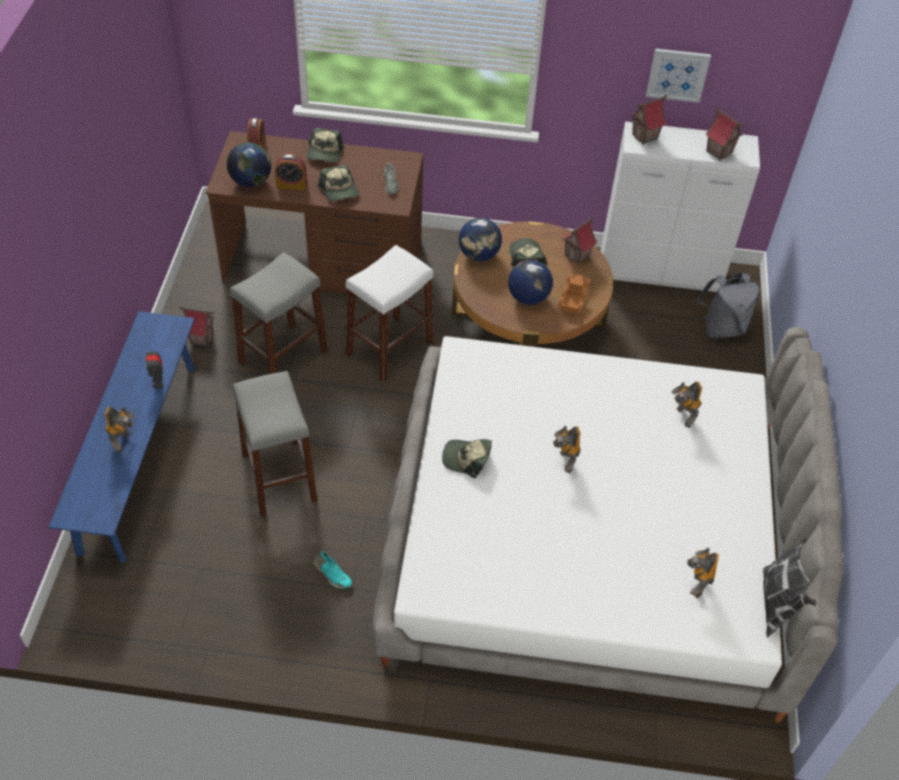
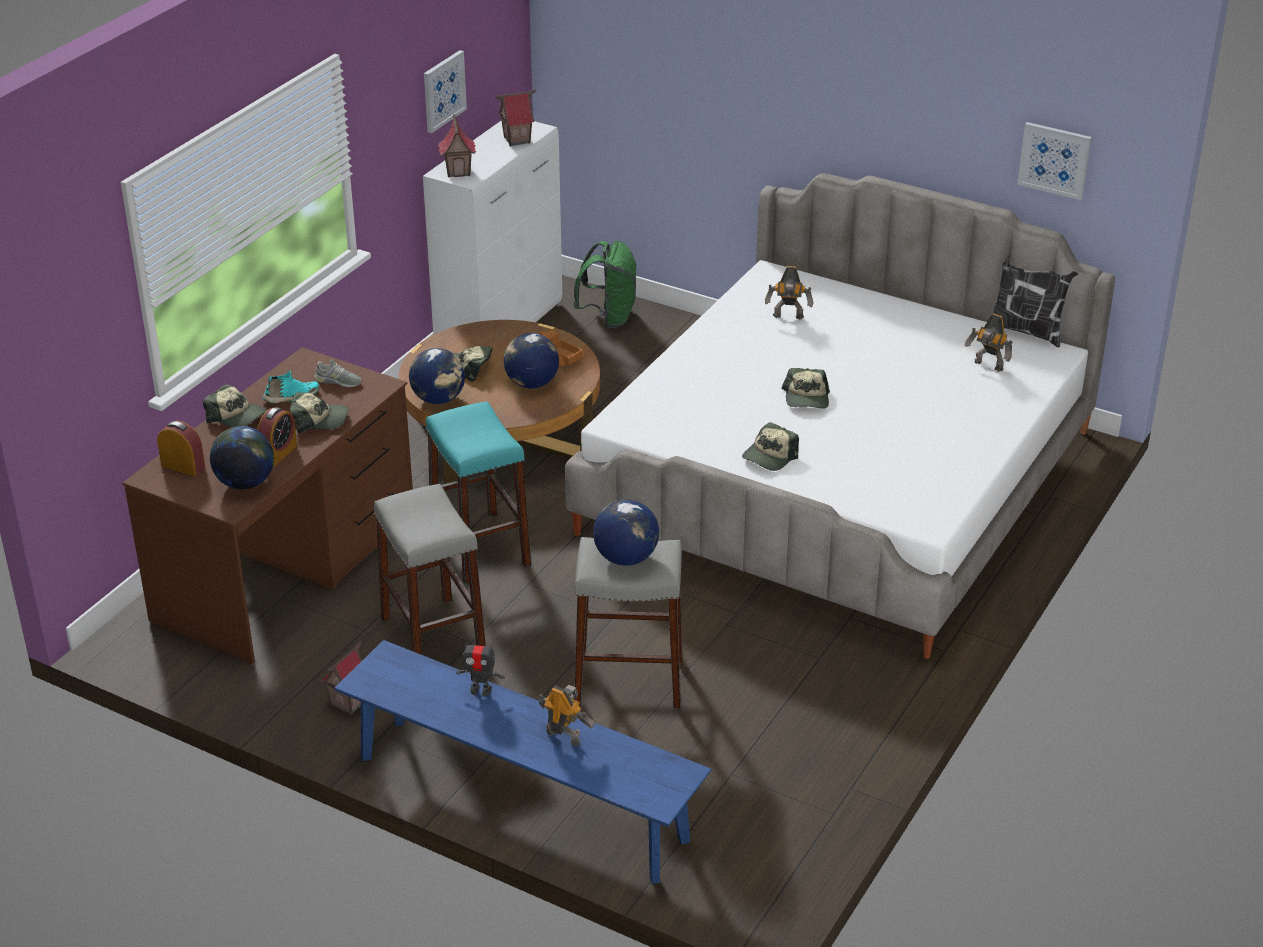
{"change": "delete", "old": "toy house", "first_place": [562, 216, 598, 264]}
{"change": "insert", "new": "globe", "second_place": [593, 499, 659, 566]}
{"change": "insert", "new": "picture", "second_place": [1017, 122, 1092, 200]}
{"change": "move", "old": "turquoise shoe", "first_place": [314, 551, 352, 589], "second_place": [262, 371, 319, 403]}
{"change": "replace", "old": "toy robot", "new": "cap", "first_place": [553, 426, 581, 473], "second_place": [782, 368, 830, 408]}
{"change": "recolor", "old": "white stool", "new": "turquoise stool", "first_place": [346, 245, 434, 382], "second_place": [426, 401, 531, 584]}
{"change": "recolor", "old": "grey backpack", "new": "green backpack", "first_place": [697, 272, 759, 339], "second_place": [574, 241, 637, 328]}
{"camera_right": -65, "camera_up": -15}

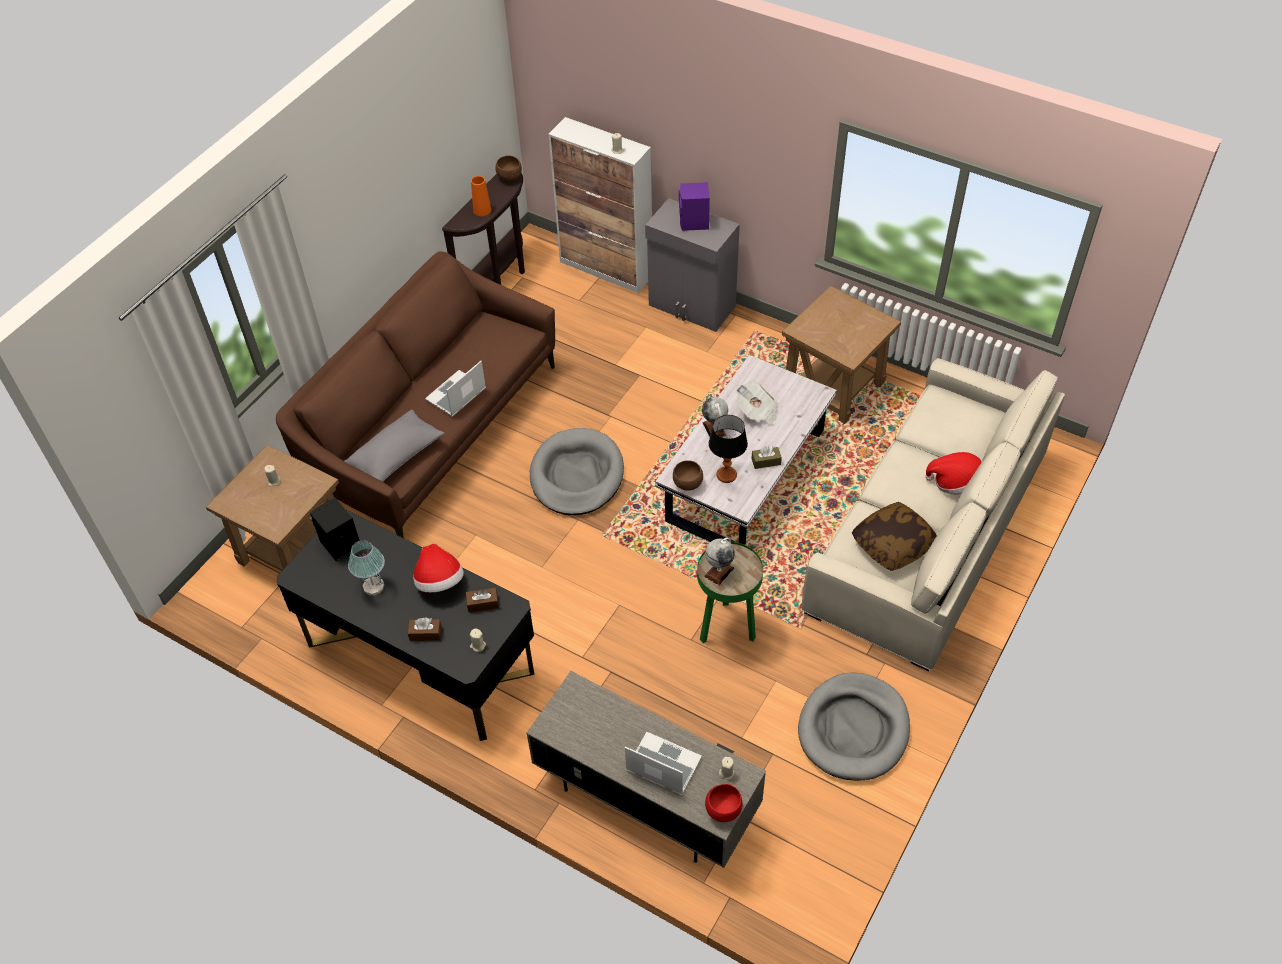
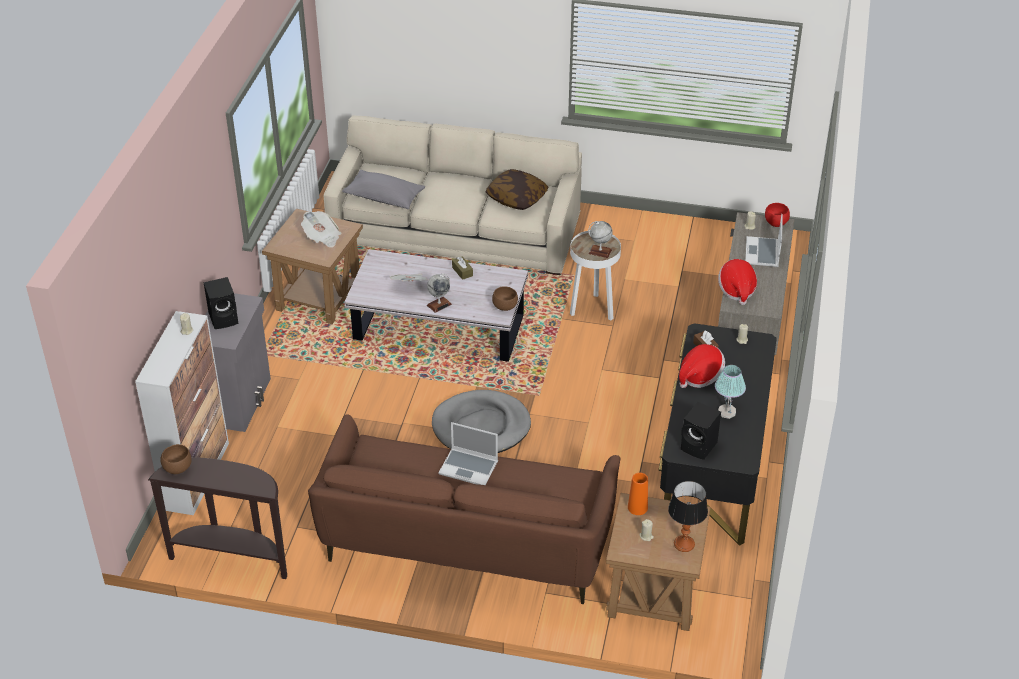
{"change": "delete", "old": "brown tissue box", "first_place": [408, 617, 442, 641]}
{"change": "delete", "old": "grey dog bed", "first_place": [798, 672, 910, 781]}
{"change": "insert", "new": "newspaper", "second_place": [301, 211, 341, 248]}
{"change": "move", "old": "grey pillow", "first_place": [344, 410, 445, 482], "second_place": [342, 170, 425, 209]}
{"change": "move", "old": "orange vase", "first_place": [471, 176, 491, 216], "second_place": [628, 473, 648, 515]}
{"change": "move", "old": "table lamp", "first_place": [709, 415, 748, 483], "second_place": [668, 481, 708, 552]}
{"change": "move", "old": "hat", "first_place": [925, 452, 982, 494], "second_place": [718, 259, 757, 305]}
{"change": "recolor", "old": "purple speaker", "new": "black speaker", "first_place": [679, 182, 710, 231], "second_place": [204, 277, 239, 329]}
{"change": "recolor", "old": "green side table", "new": "white side table", "first_place": [697, 542, 763, 643], "second_place": [570, 231, 621, 321]}
{"camera_right": -110, "camera_up": -10}

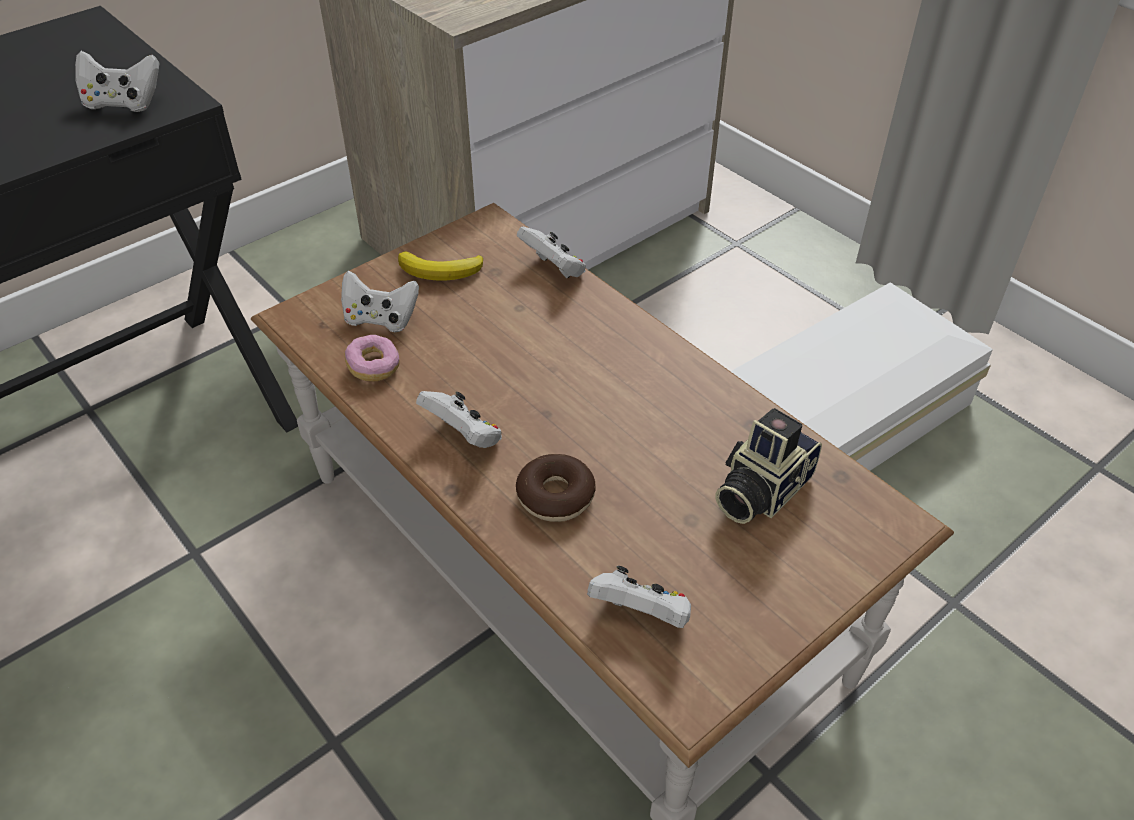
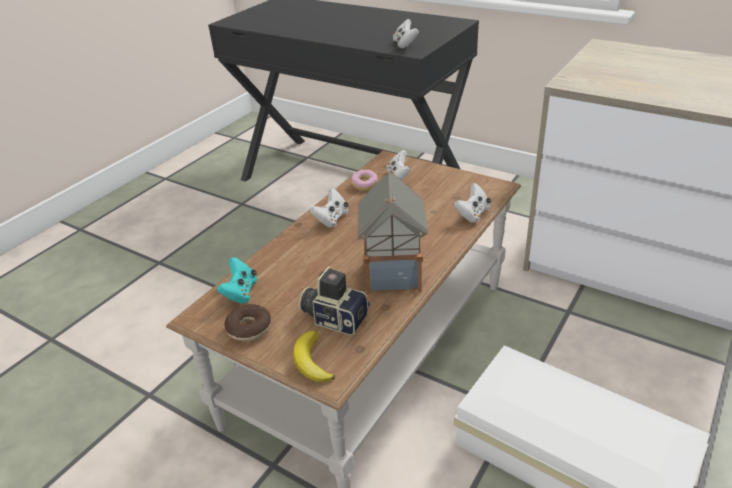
{"change": "insert", "new": "toy house", "second_place": [357, 170, 427, 294]}
{"change": "move", "old": "banana", "first_place": [398, 251, 483, 281], "second_place": [293, 331, 335, 382]}
{"change": "move", "old": "donut", "first_place": [516, 454, 596, 522], "second_place": [224, 304, 272, 341]}
{"change": "recolor", "old": "white game controller", "new": "turquoise game controller", "first_place": [587, 566, 691, 628], "second_place": [217, 257, 257, 304]}
{"camera_right": 75, "camera_up": -10}

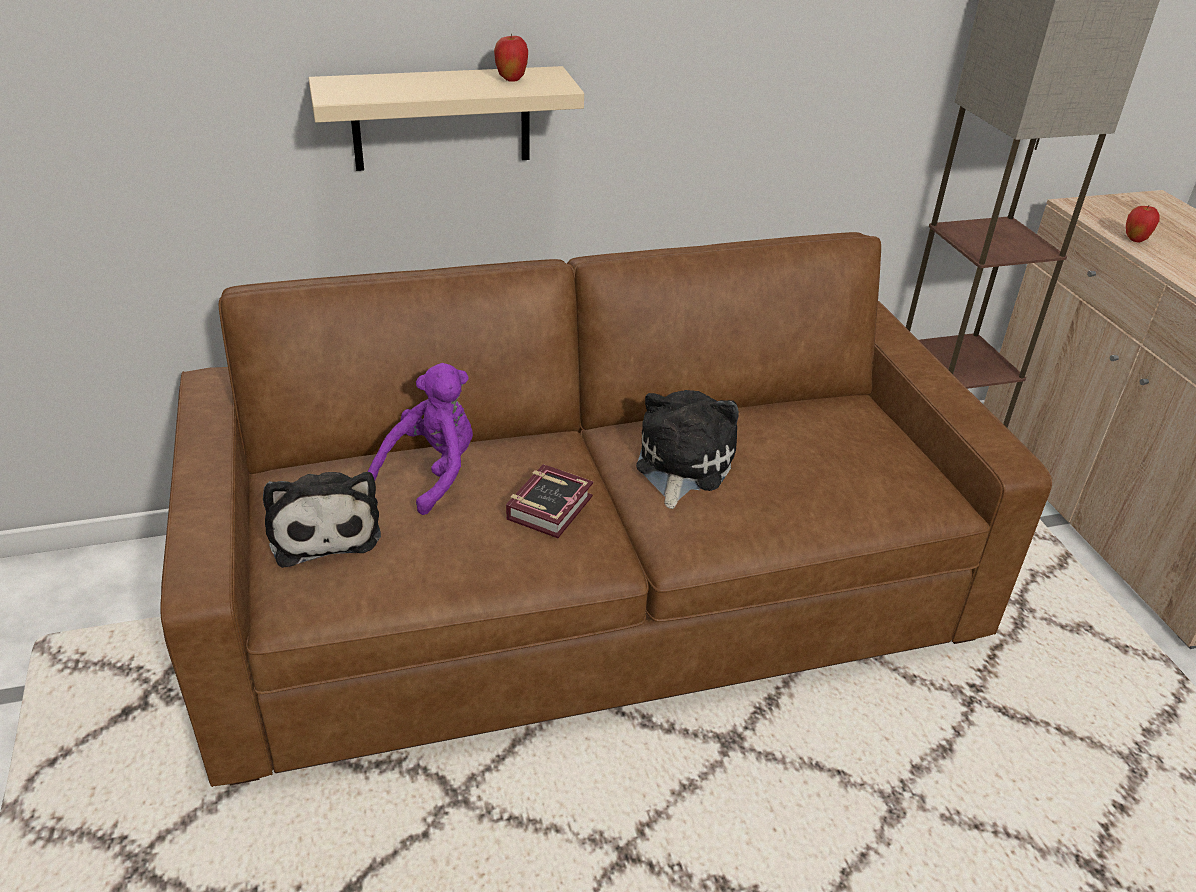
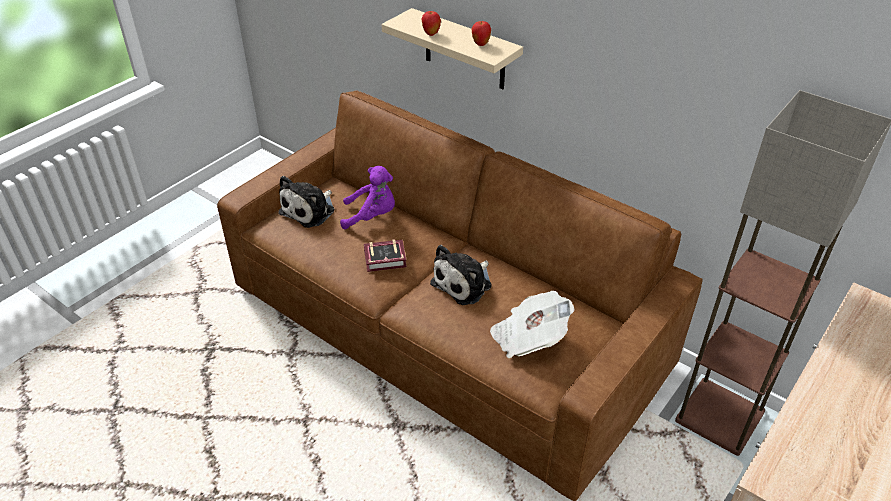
{"change": "insert", "new": "newspaper", "second_place": [490, 291, 575, 358]}
{"change": "move", "old": "apple", "first_place": [1126, 206, 1160, 242], "second_place": [421, 11, 441, 36]}
{"change": "rotate", "old": "plush toy", "first_place": [636, 390, 739, 509], "second_place": [430, 245, 492, 305], "degrees": 150}
{"camera_right": 55, "camera_up": 5}

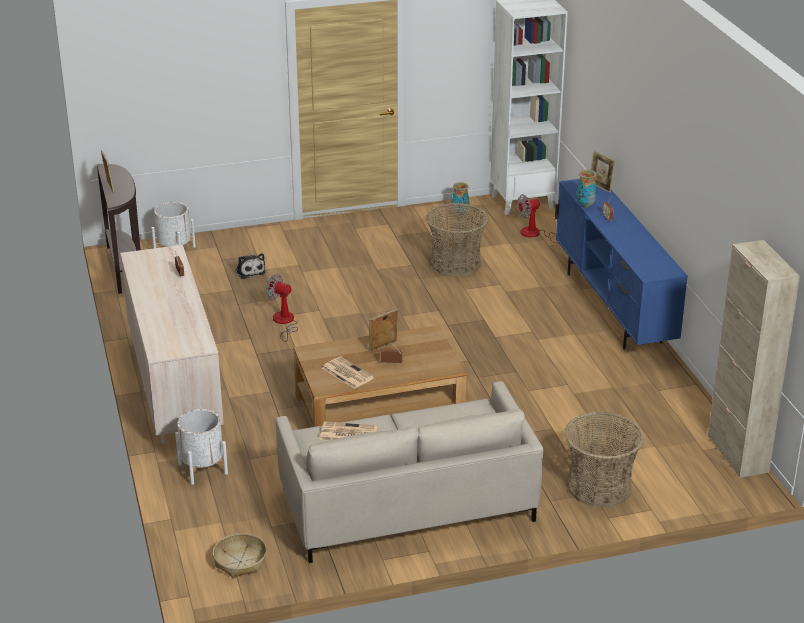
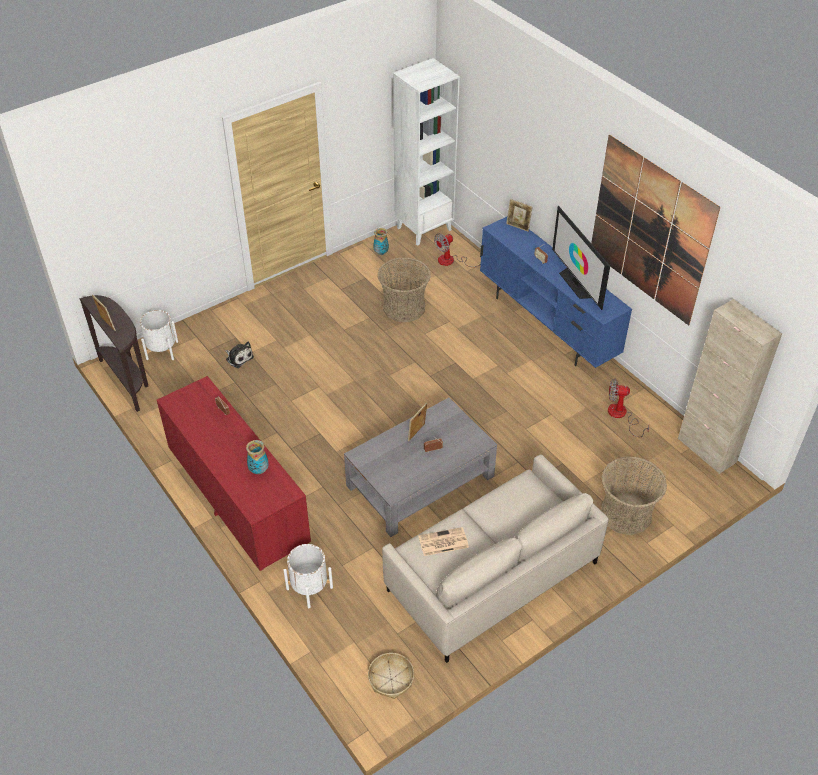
{"change": "delete", "old": "newspaper", "first_place": [322, 357, 374, 389]}
{"change": "insert", "new": "television", "second_place": [552, 206, 610, 310]}
{"change": "insert", "new": "picture", "second_place": [591, 135, 721, 325]}
{"change": "move", "old": "fan", "first_place": [266, 274, 298, 342], "second_place": [608, 379, 649, 437]}
{"change": "move", "old": "vase", "first_place": [576, 170, 597, 208], "second_place": [246, 440, 269, 474]}
{"change": "recolor", "old": "beige dresser", "new": "red dresser", "first_place": [120, 245, 224, 444], "second_place": [157, 376, 311, 571]}
{"change": "recolor", "old": "brown coffee table", "new": "grey coffee table", "first_place": [294, 325, 466, 427], "second_place": [344, 398, 497, 537]}
{"camera_right": -20, "camera_up": 15}

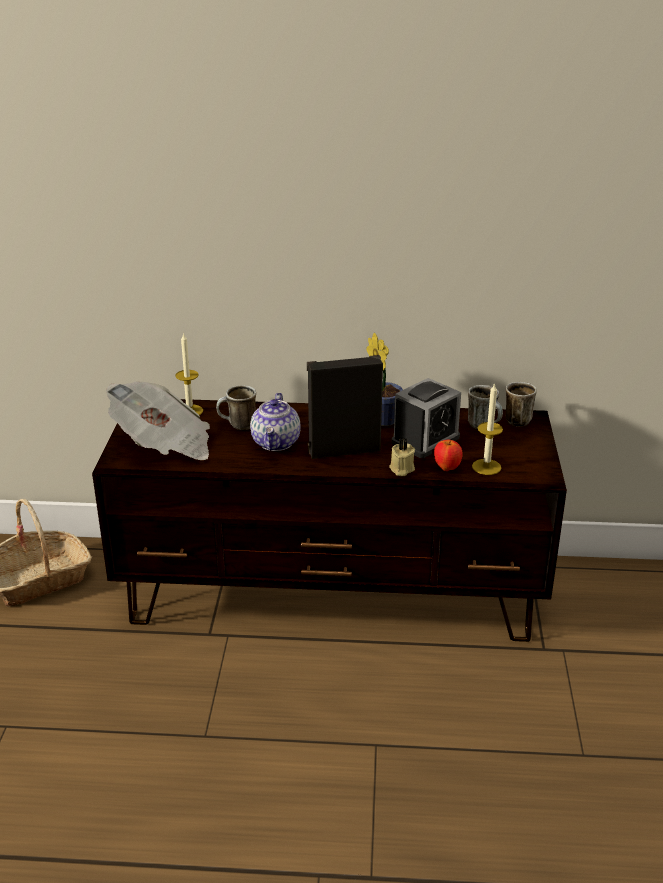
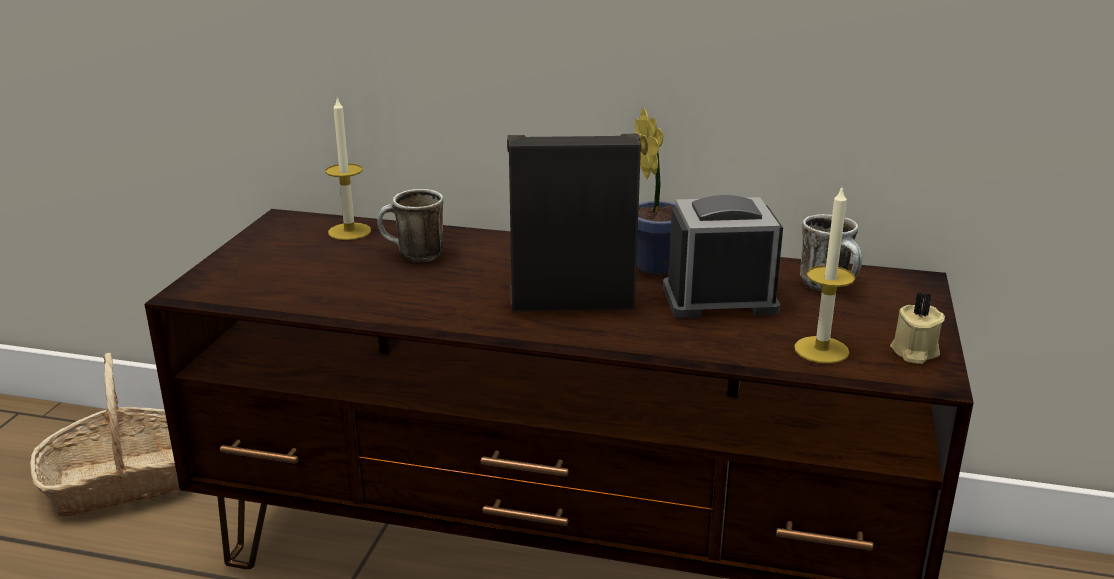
{"change": "delete", "old": "newspaper", "first_place": [106, 382, 210, 460]}
{"change": "delete", "old": "teapot", "first_place": [250, 393, 301, 451]}
{"change": "delete", "old": "apple", "first_place": [434, 439, 463, 471]}
{"change": "delete", "old": "mug", "first_place": [505, 382, 537, 427]}
{"change": "move", "old": "beige candle", "first_place": [389, 438, 415, 476], "second_place": [890, 292, 945, 364]}
{"change": "rotate", "old": "alarm clock", "first_place": [392, 378, 461, 458], "second_place": [663, 195, 783, 318], "degrees": -150}
{"camera_right": 10, "camera_up": -5}

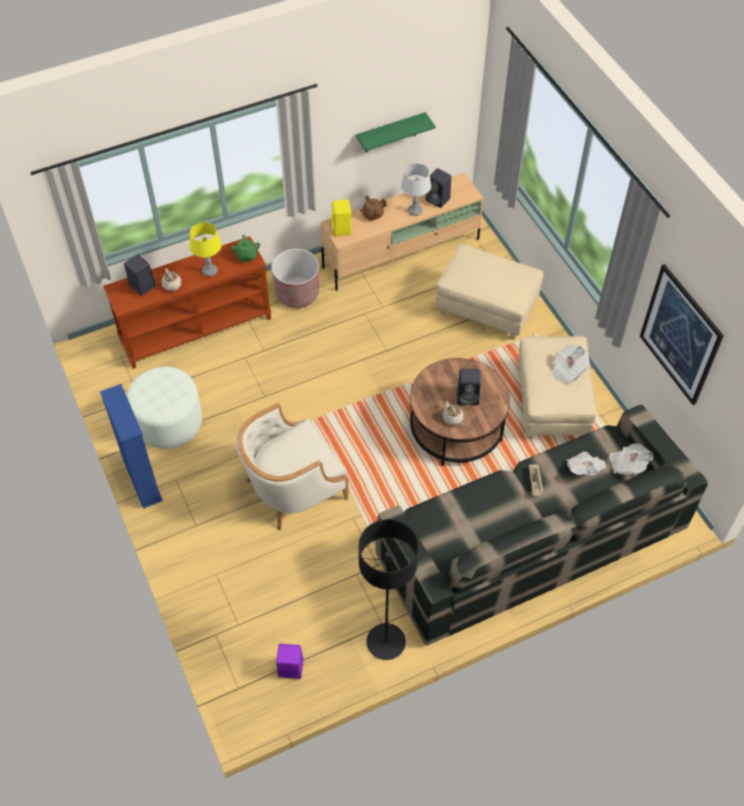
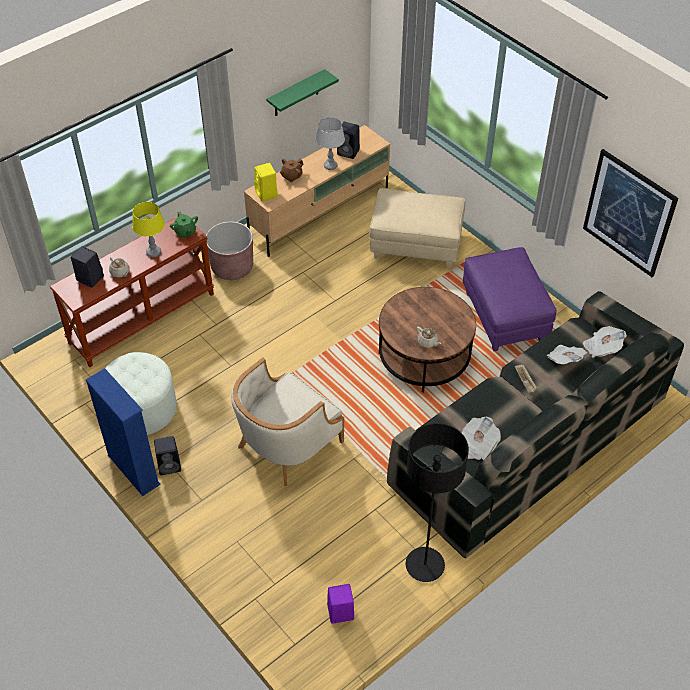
{"change": "move", "old": "black speaker", "first_place": [457, 369, 481, 405], "second_place": [154, 436, 181, 475]}
{"change": "move", "old": "newspaper", "first_place": [550, 345, 590, 384], "second_place": [461, 417, 501, 460]}
{"change": "recolor", "old": "beige ottoman", "new": "purple ottoman", "first_place": [518, 336, 597, 439], "second_place": [463, 247, 557, 351]}
{"camera_right": -15, "camera_up": -5}

